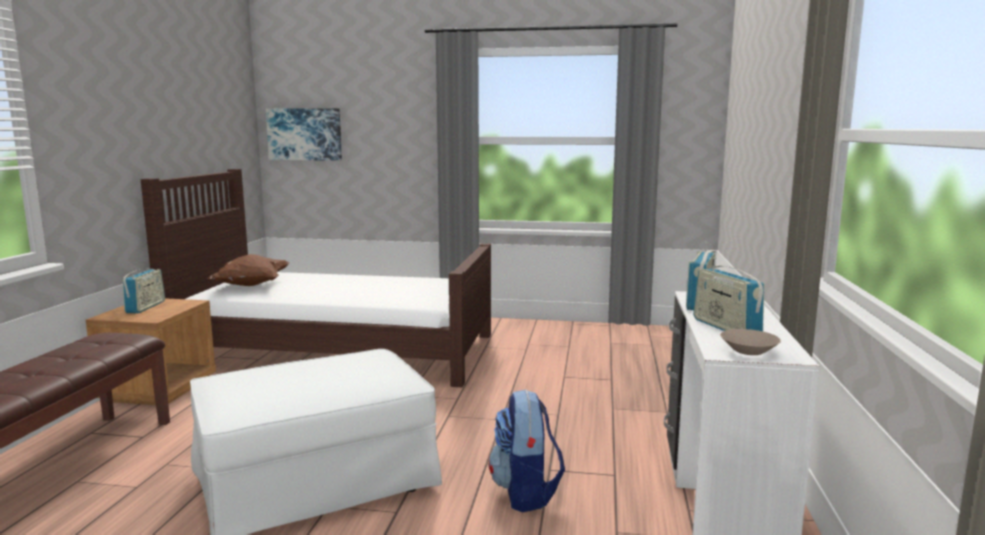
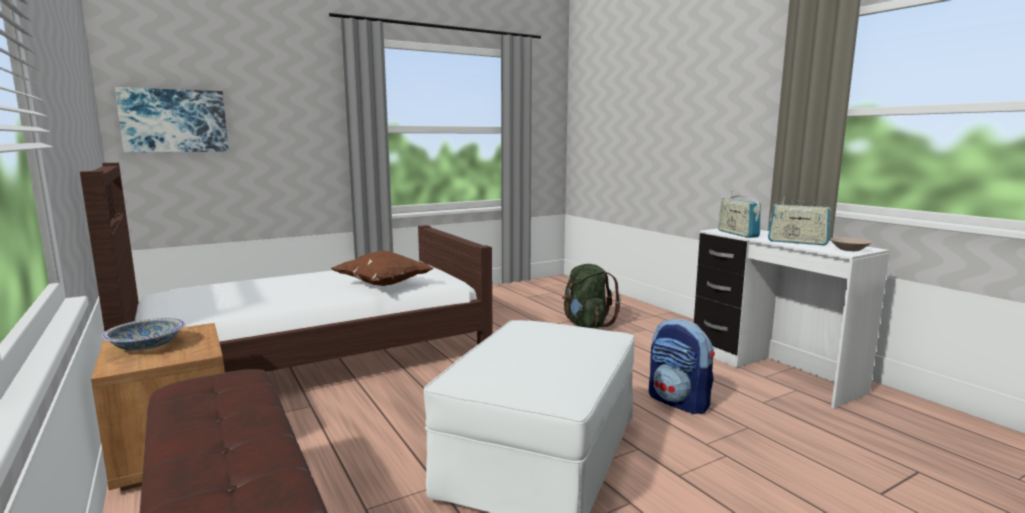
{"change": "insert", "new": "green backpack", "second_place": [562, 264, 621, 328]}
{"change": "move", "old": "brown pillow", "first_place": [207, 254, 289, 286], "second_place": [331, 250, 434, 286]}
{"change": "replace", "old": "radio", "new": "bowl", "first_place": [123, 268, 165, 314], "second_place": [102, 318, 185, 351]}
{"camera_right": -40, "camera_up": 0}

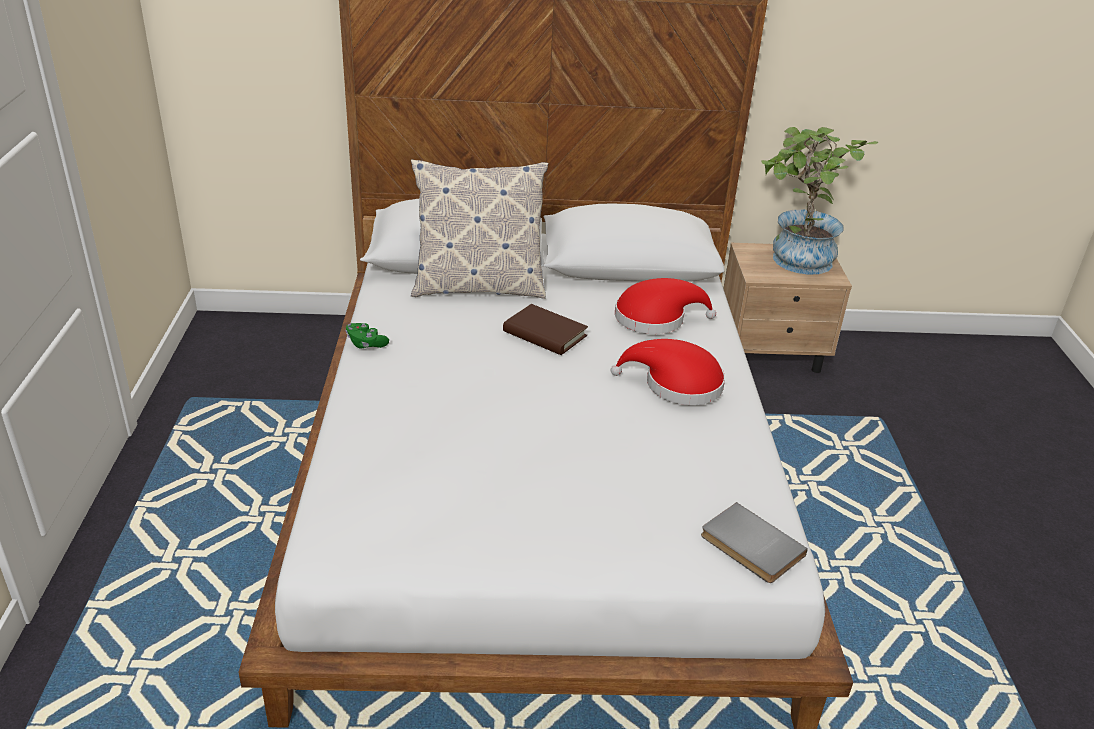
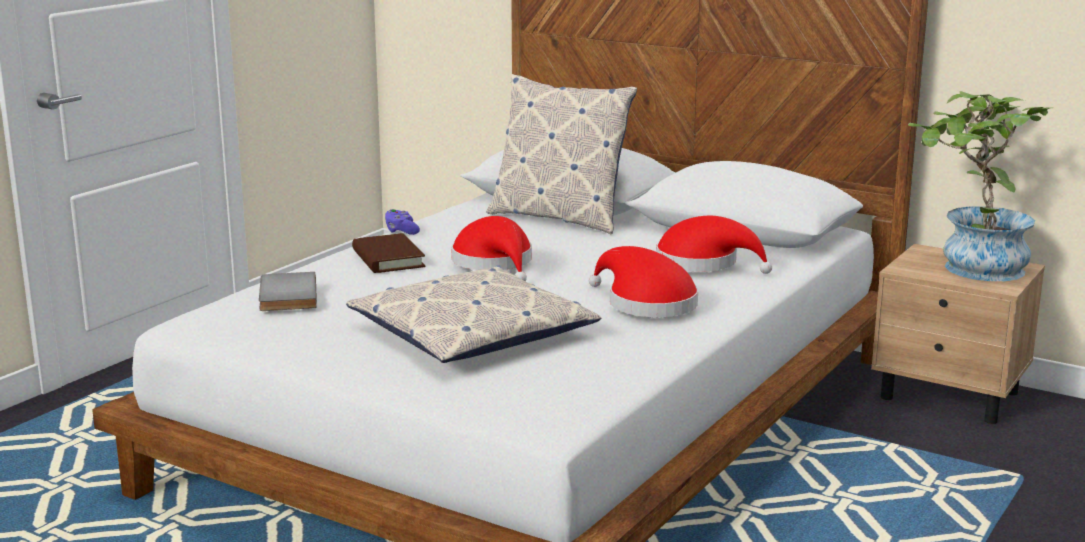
{"change": "insert", "new": "pillow", "second_place": [346, 265, 602, 363]}
{"change": "insert", "new": "red hat", "second_place": [451, 216, 532, 281]}
{"change": "move", "old": "brown book", "first_place": [503, 304, 588, 355], "second_place": [352, 233, 425, 273]}
{"change": "move", "old": "grey book", "first_place": [701, 502, 808, 583], "second_place": [259, 272, 317, 311]}
{"change": "recolor", "old": "green game controller", "new": "purple game controller", "first_place": [346, 323, 389, 349], "second_place": [385, 209, 420, 235]}
{"camera_right": 35, "camera_up": -15}

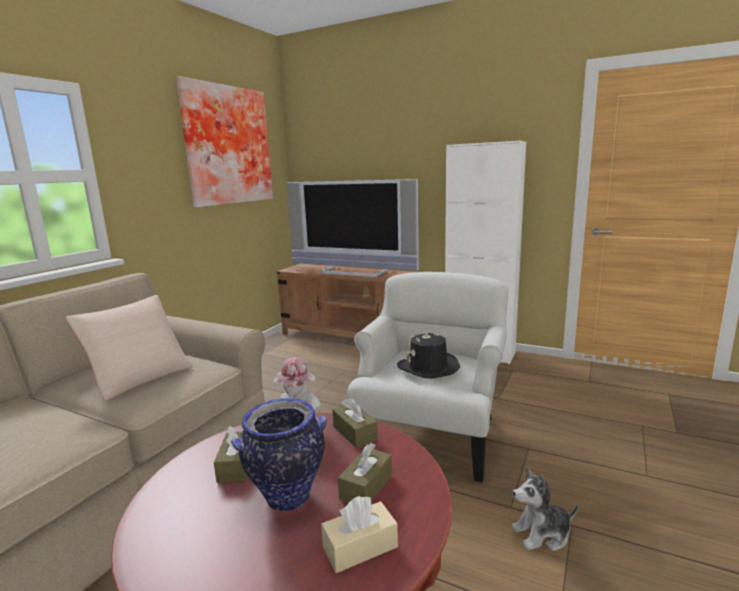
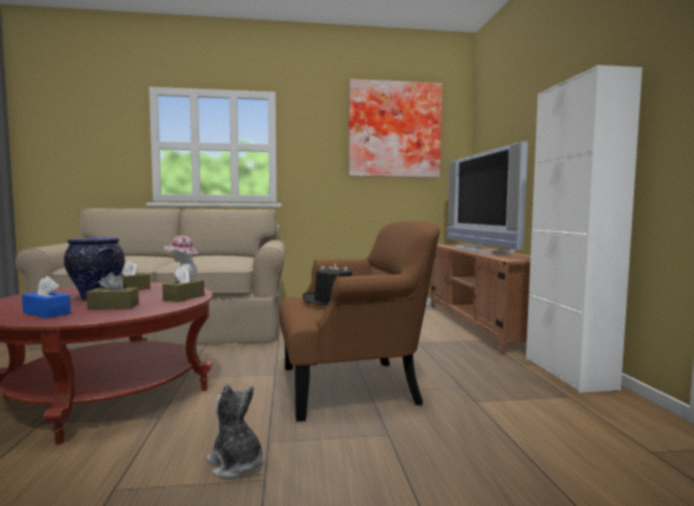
{"change": "delete", "old": "beige pillow", "first_place": [66, 295, 193, 401]}
{"change": "recolor", "old": "beige tissue box", "new": "blue tissue box", "first_place": [321, 496, 398, 573], "second_place": [22, 276, 71, 318]}
{"change": "recolor", "old": "white armchair", "new": "brown armchair", "first_place": [347, 272, 508, 482], "second_place": [279, 221, 440, 422]}
{"camera_right": 55, "camera_up": -10}

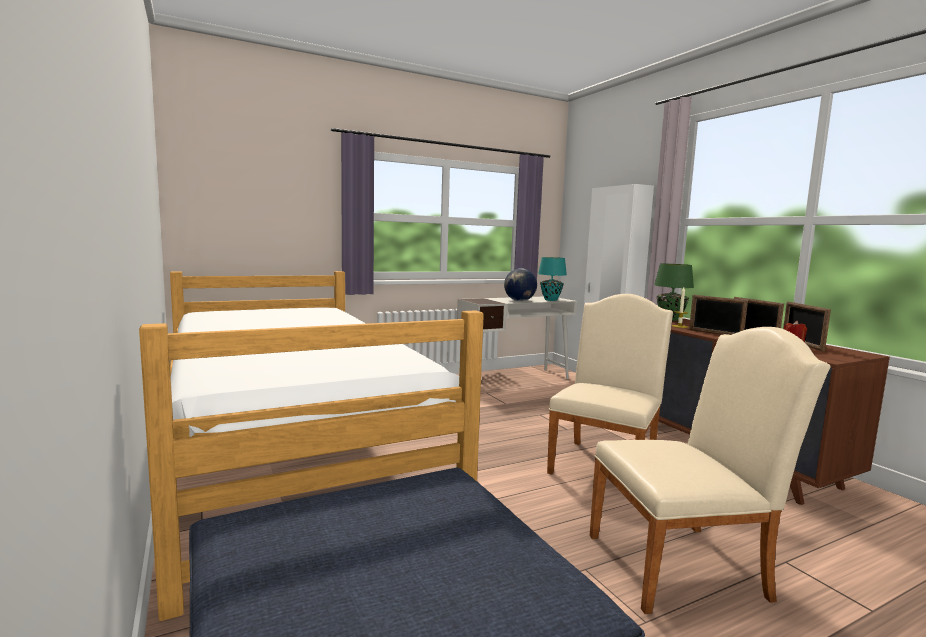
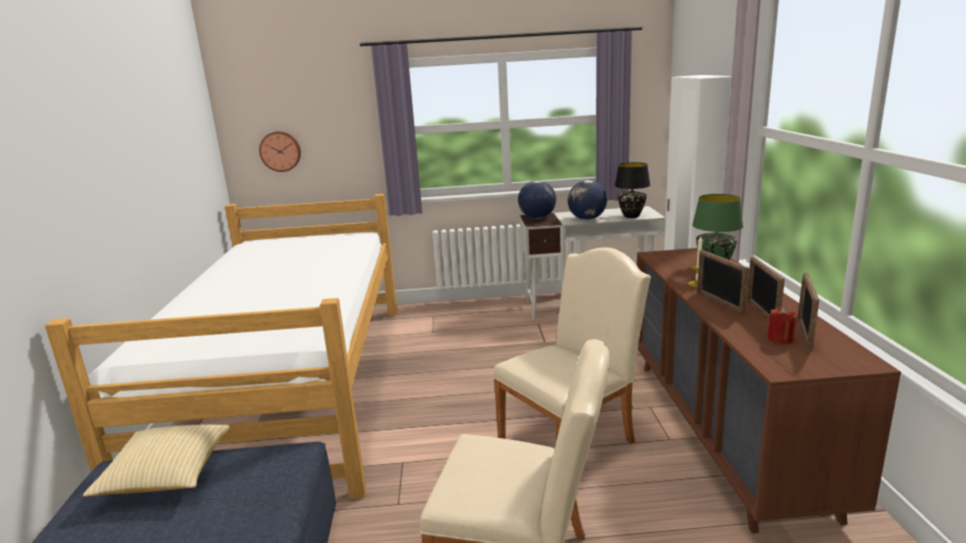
{"change": "insert", "new": "pillow", "second_place": [83, 425, 230, 497]}
{"change": "insert", "new": "wall clock", "second_place": [259, 131, 301, 172]}
{"change": "insert", "new": "globe", "second_place": [518, 180, 556, 219]}
{"change": "recolor", "old": "turquoise table lamp", "new": "black table lamp", "first_place": [538, 257, 567, 301], "second_place": [614, 162, 650, 218]}
{"camera_right": 25, "camera_up": 10}

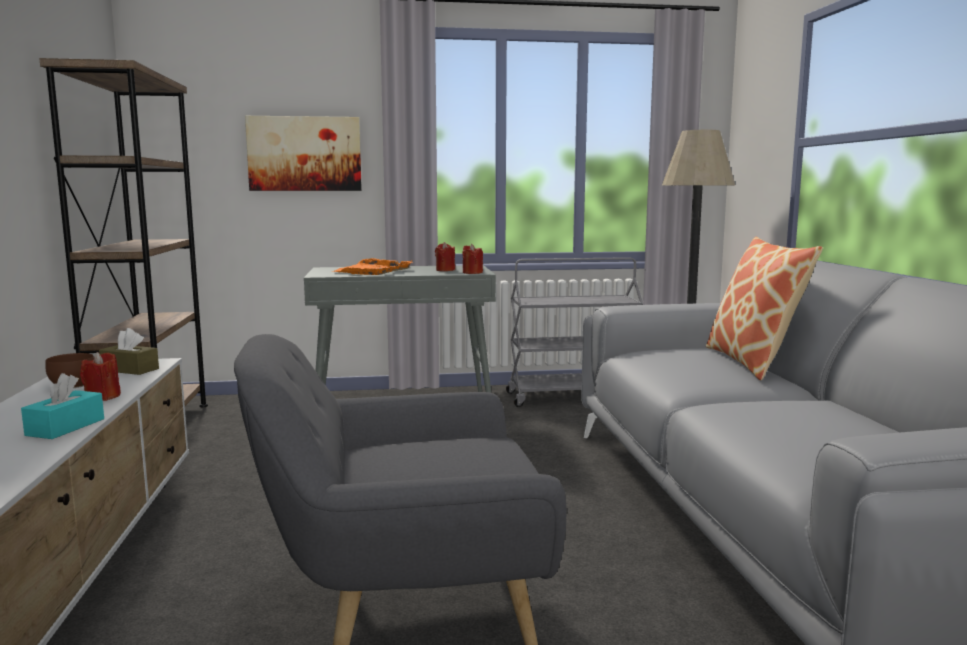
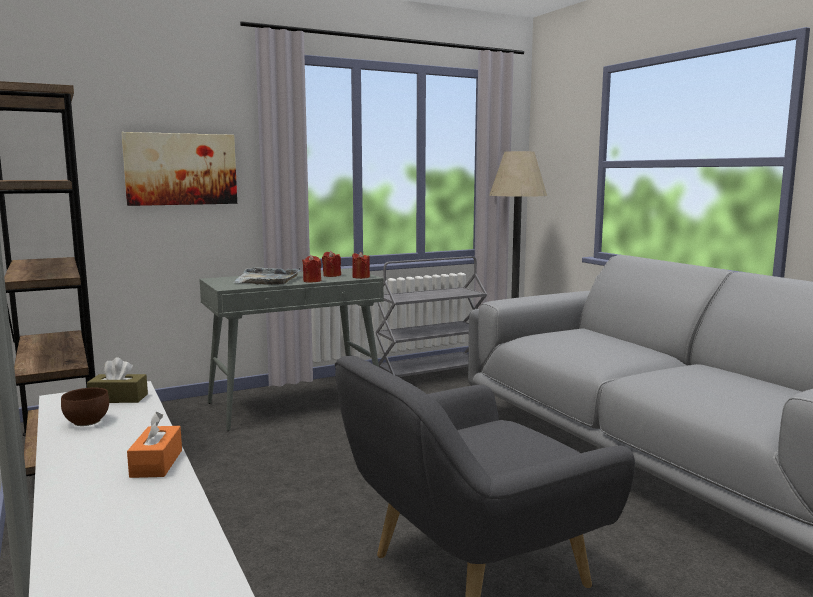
{"change": "delete", "old": "pillow", "first_place": [706, 237, 823, 380]}
{"change": "move", "old": "red candle", "first_place": [80, 352, 121, 401], "second_place": [303, 255, 321, 283]}
{"change": "recolor", "old": "turquoise tissue box", "new": "orange tissue box", "first_place": [21, 373, 104, 439], "second_place": [127, 412, 182, 478]}
{"change": "recolor", "old": "orange tray", "new": "grey tray", "first_place": [333, 258, 413, 275], "second_place": [233, 267, 301, 285]}
{"camera_right": -20, "camera_up": 0}

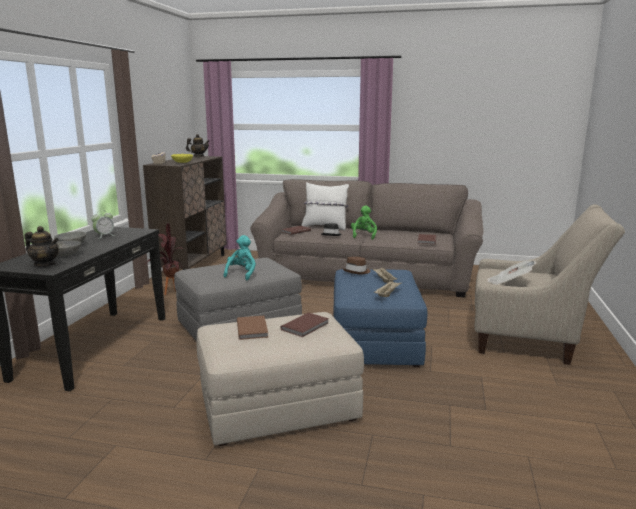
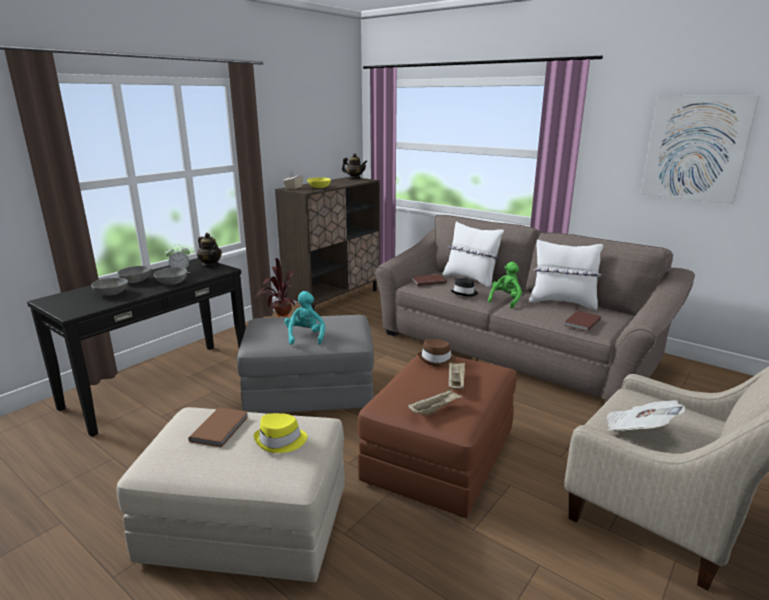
{"change": "insert", "new": "grey bowl", "second_place": [154, 267, 187, 285]}
{"change": "insert", "new": "white pillow", "second_place": [529, 239, 603, 310]}
{"change": "insert", "new": "picture", "second_place": [641, 96, 759, 204]}
{"change": "move", "old": "teapot", "first_place": [25, 226, 59, 267], "second_place": [197, 233, 222, 267]}
{"change": "replace", "old": "brown book", "new": "yellow hat", "first_place": [280, 312, 329, 337], "second_place": [254, 413, 307, 453]}
{"change": "recolor", "old": "blue ottoman", "new": "brown ottoman", "first_place": [334, 269, 427, 367], "second_place": [358, 351, 516, 518]}
{"change": "rotate", "old": "turquoise plush toy", "first_place": [223, 235, 256, 280], "second_place": [284, 291, 325, 345], "degrees": -45}
{"camera_right": 25, "camera_up": 5}

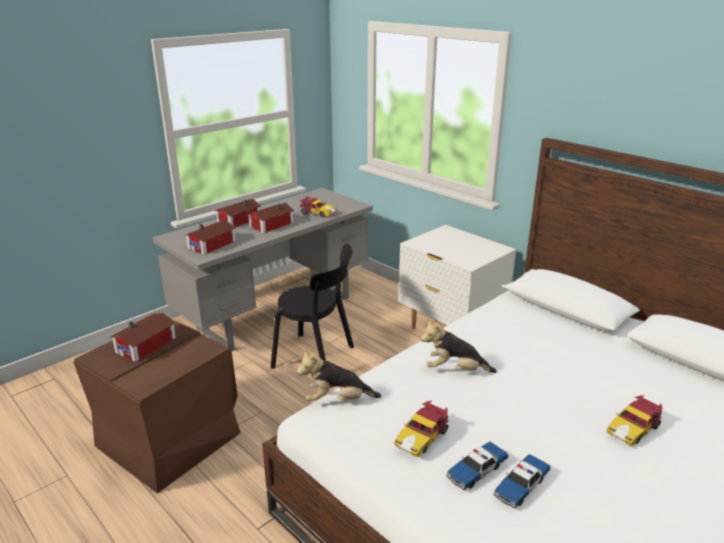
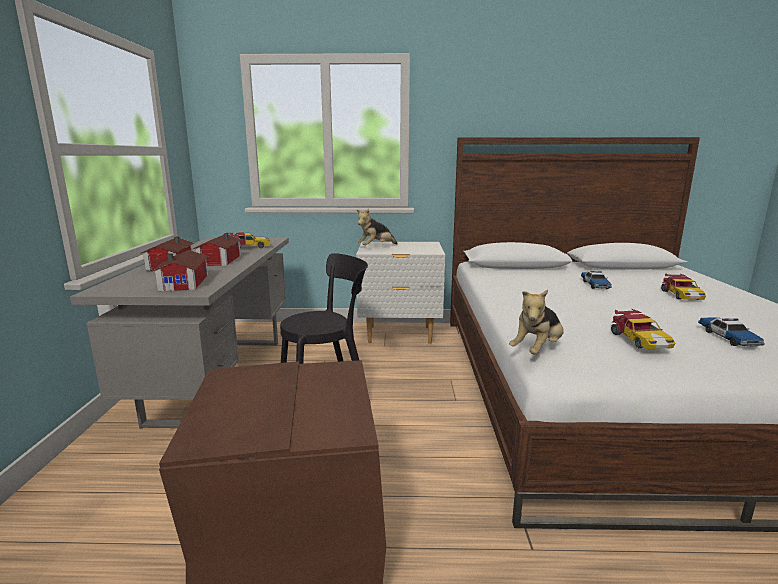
{"change": "delete", "old": "toy house", "first_place": [110, 313, 176, 362]}
{"change": "move", "old": "plush toy", "first_place": [420, 318, 497, 373], "second_place": [357, 209, 398, 245]}
{"change": "move", "old": "toy car", "first_place": [446, 442, 509, 490], "second_place": [581, 271, 612, 289]}
{"camera_right": -45, "camera_up": -10}

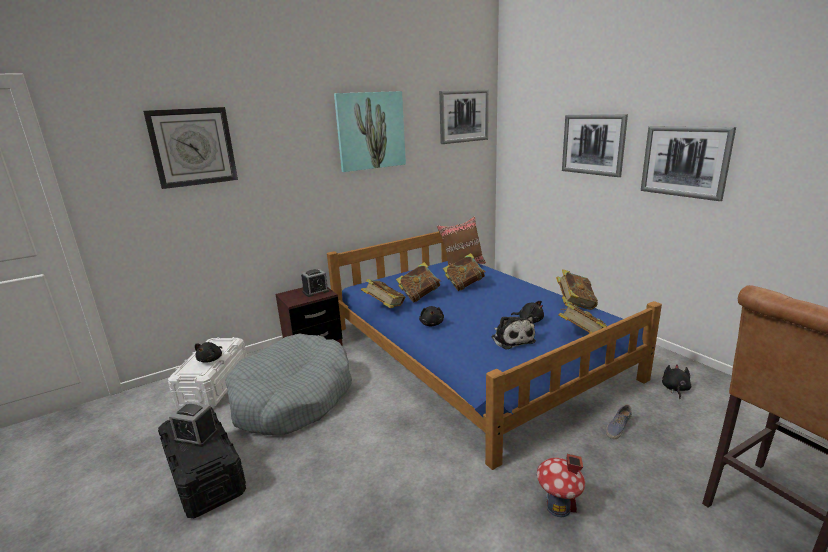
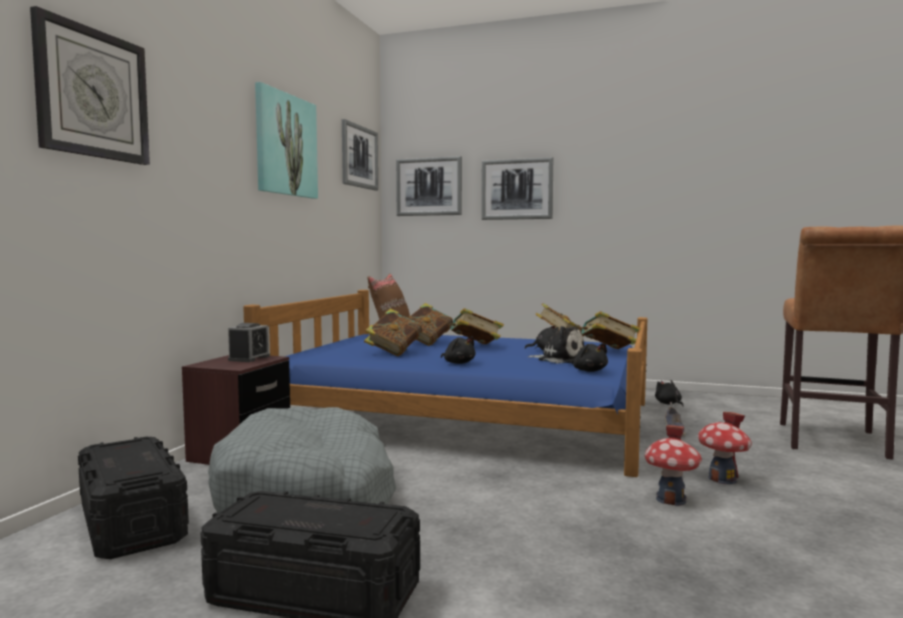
{"change": "delete", "old": "alarm clock", "first_place": [169, 402, 218, 447]}
{"change": "insert", "new": "toy house", "second_place": [645, 425, 702, 506]}
{"change": "move", "old": "black plush toy", "first_place": [195, 342, 222, 363], "second_place": [572, 343, 608, 372]}
{"change": "move", "old": "book", "first_place": [361, 279, 405, 308], "second_place": [448, 308, 504, 345]}
{"change": "move", "old": "picture", "first_place": [641, 126, 736, 201], "second_place": [396, 156, 462, 216]}
{"change": "recolor", "old": "white storage box", "new": "black storage box", "first_place": [168, 337, 247, 408], "second_place": [78, 437, 189, 559]}
{"camera_right": -40, "camera_up": -15}

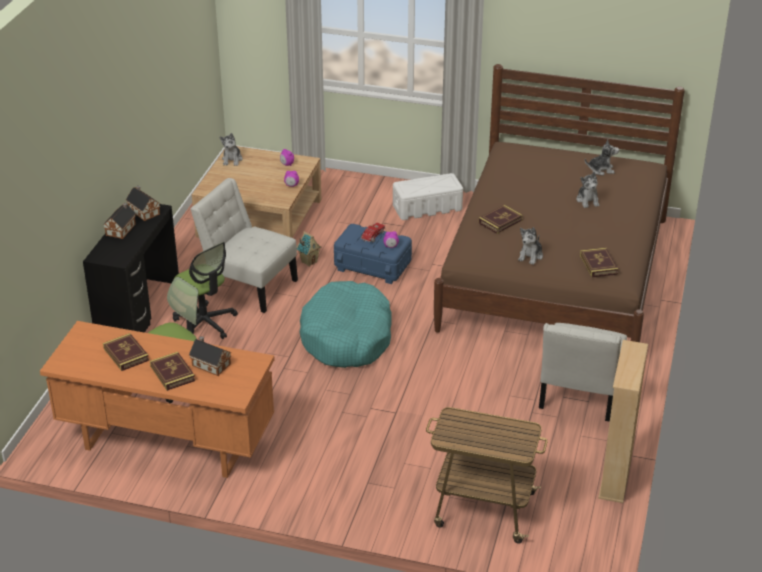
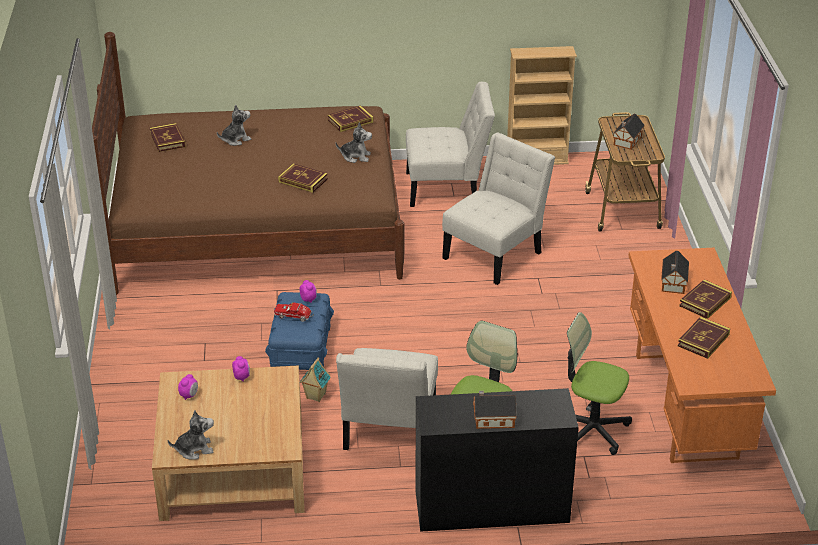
{"change": "delete", "old": "turquoise dog bed", "first_place": [300, 281, 392, 368]}
{"change": "delete", "old": "white storage box", "first_place": [393, 173, 463, 220]}
{"change": "insert", "new": "white chair", "second_place": [442, 133, 555, 285]}
{"change": "move", "old": "toy house", "first_place": [126, 185, 160, 221], "second_place": [613, 114, 645, 150]}
{"change": "replace", "old": "plush toy", "new": "book", "first_place": [585, 139, 619, 176], "second_place": [150, 123, 186, 152]}
{"camera_right": -110, "camera_up": 0}

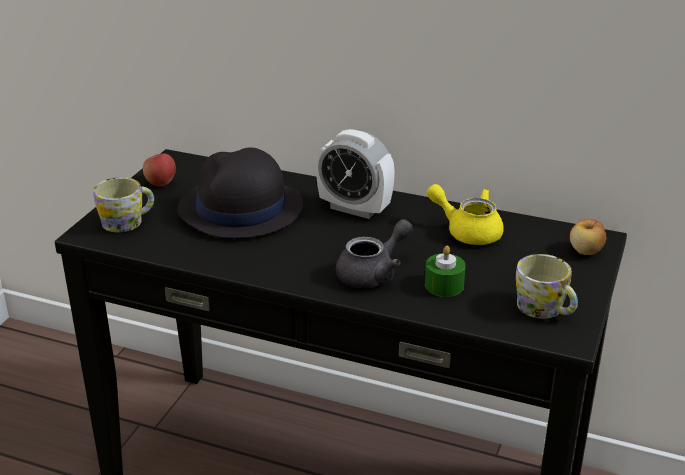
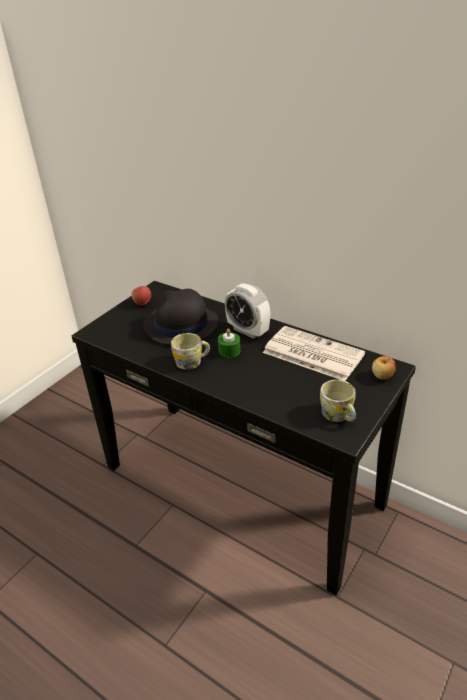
{"change": "delete", "old": "grey teapot", "first_place": [336, 219, 413, 288]}
{"change": "move", "old": "mug", "first_place": [93, 177, 154, 232], "second_place": [171, 333, 210, 370]}
{"change": "move", "old": "green candle", "first_place": [425, 246, 466, 297], "second_place": [218, 329, 241, 357]}
{"change": "replace", "old": "yellow teapot", "new": "newspaper", "first_place": [427, 184, 504, 245], "second_place": [263, 326, 365, 381]}
{"camera_right": 15, "camera_up": 5}

